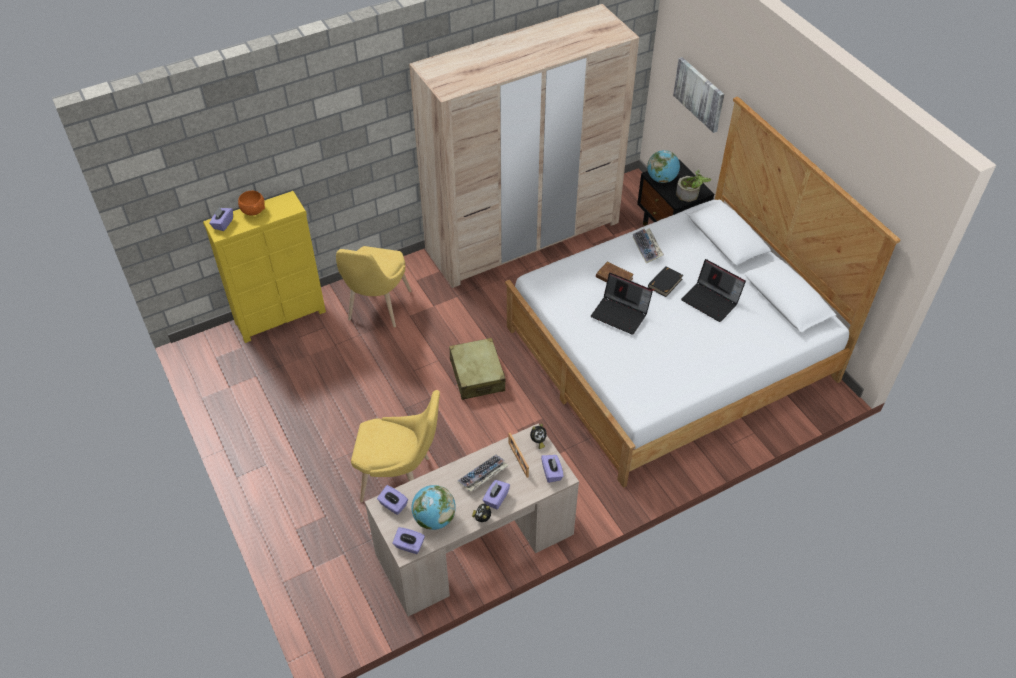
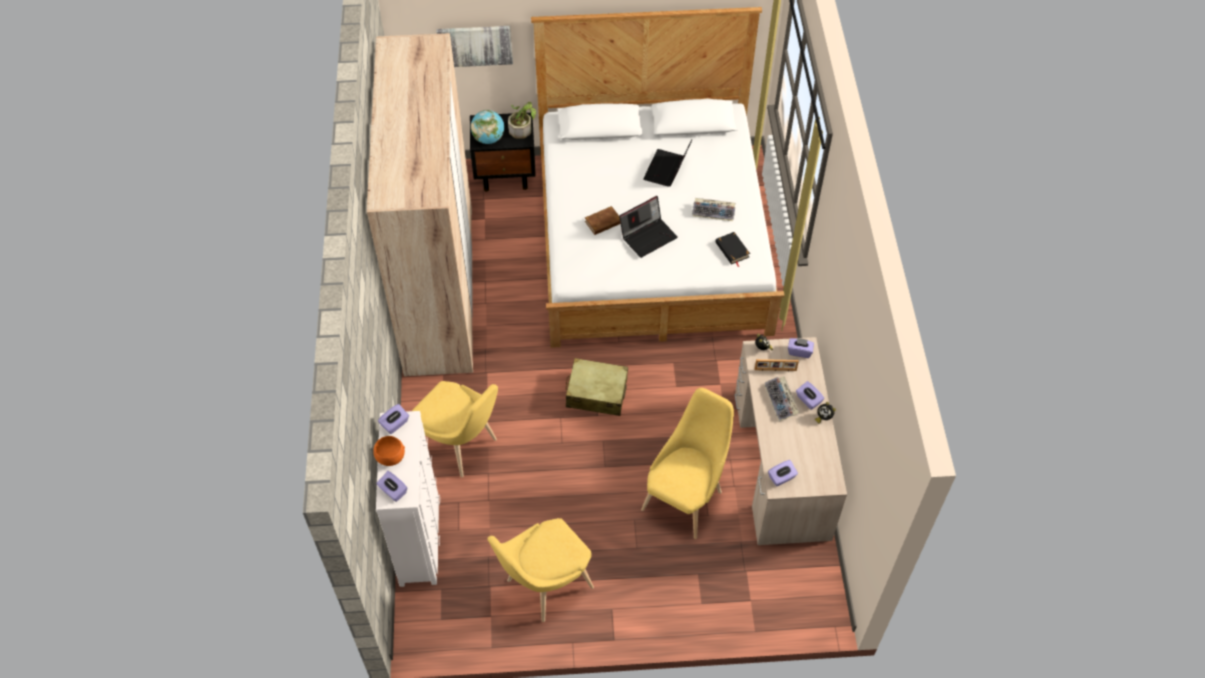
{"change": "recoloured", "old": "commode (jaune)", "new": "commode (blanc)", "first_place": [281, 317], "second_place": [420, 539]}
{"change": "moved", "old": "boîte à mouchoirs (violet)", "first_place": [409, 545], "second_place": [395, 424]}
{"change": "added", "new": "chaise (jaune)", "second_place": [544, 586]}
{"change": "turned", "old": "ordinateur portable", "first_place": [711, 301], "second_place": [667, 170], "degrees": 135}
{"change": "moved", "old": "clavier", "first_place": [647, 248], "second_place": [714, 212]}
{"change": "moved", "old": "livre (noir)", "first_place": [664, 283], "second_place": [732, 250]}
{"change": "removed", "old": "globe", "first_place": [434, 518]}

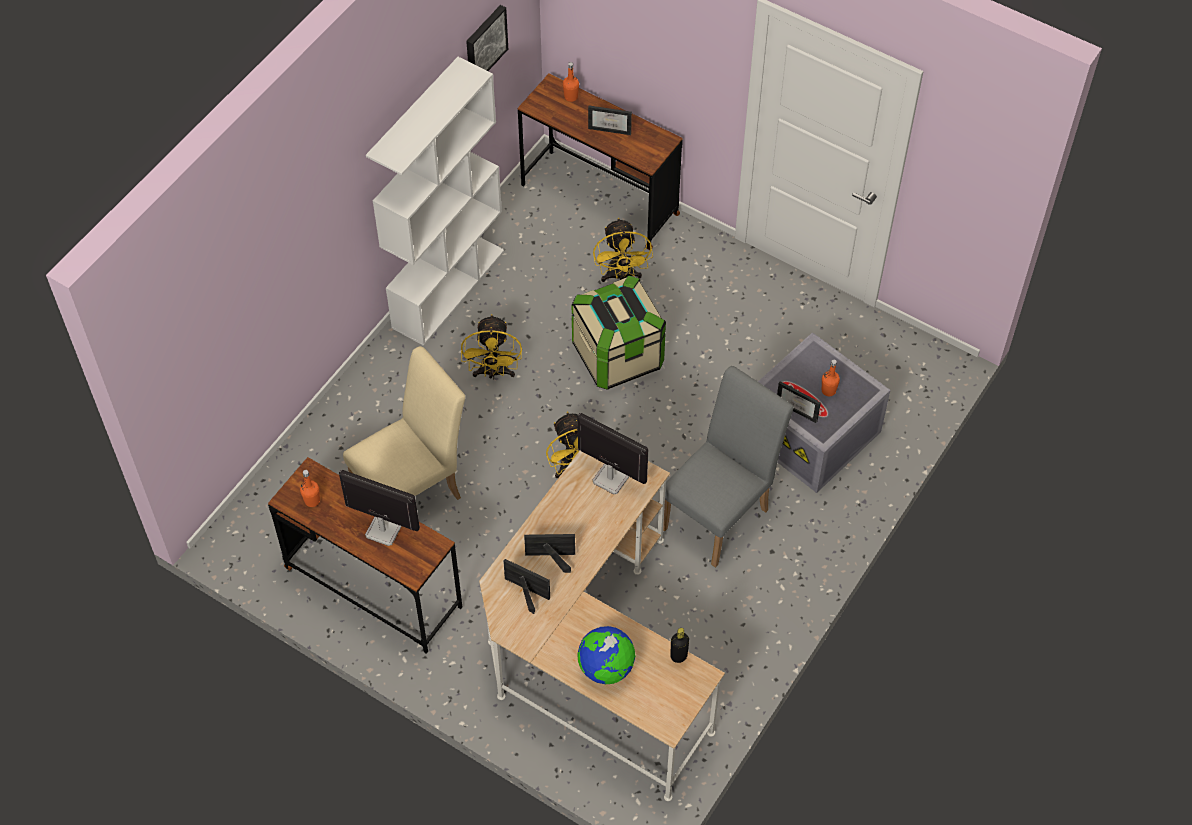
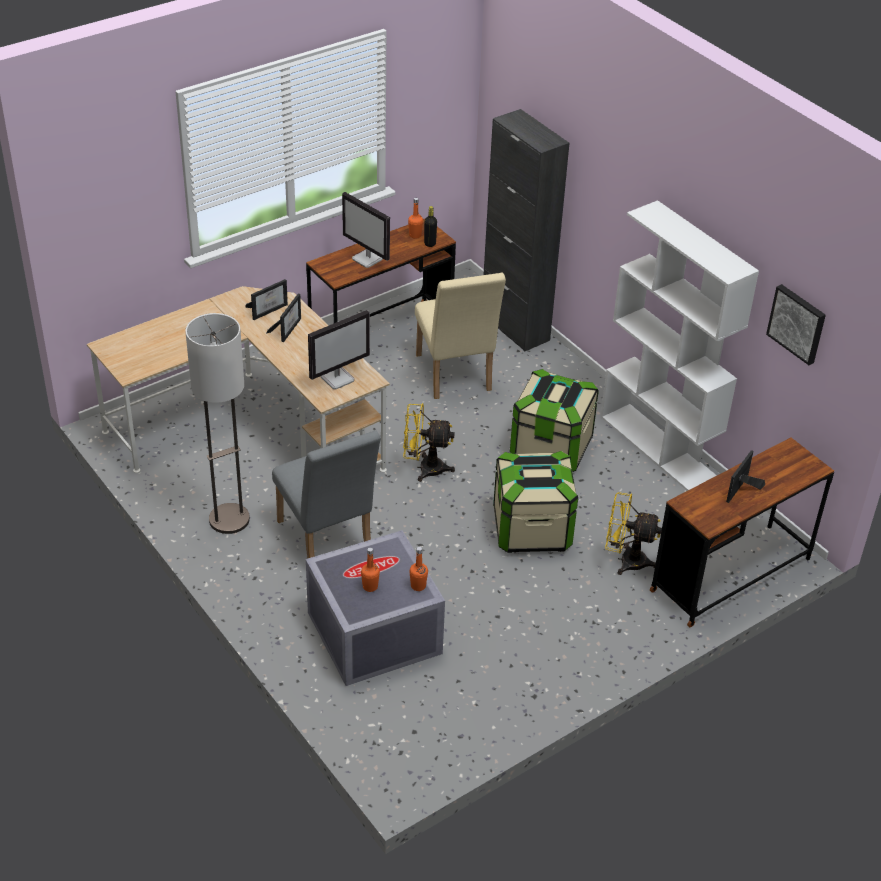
{"change": "added", "new": "lampadaire", "second_place": [229, 520]}
{"change": "turned", "old": "écran d'ordinateur", "first_place": [383, 530], "second_place": [368, 259], "degrees": 90}
{"change": "moved", "old": "bouteille (orange)", "first_place": [571, 97], "second_place": [418, 586]}
{"change": "moved", "old": "bouteille (noir)", "first_place": [678, 656], "second_place": [430, 243]}
{"change": "added", "new": "meuble de rangement (noir)", "second_place": [515, 327]}
{"change": "replaced", "old": "ventilateur (jaune)", "new": "boîte de rangement", "first_place": [493, 373], "second_place": [551, 449]}
{"change": "removed", "old": "globe", "first_place": [606, 668]}
{"change": "removed", "old": "cadre photo", "first_place": [799, 408]}

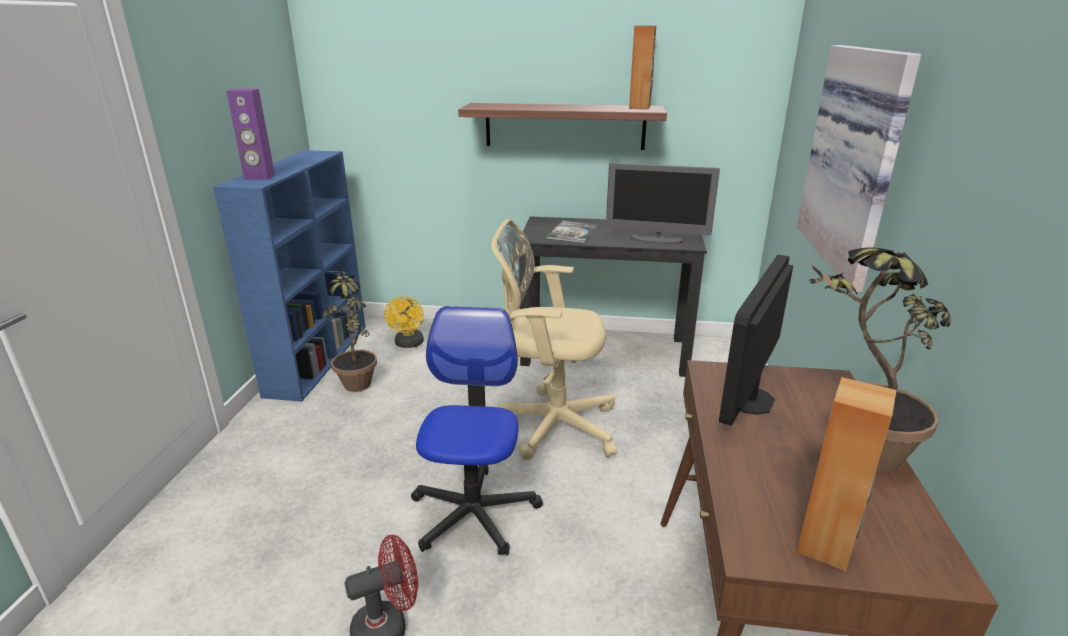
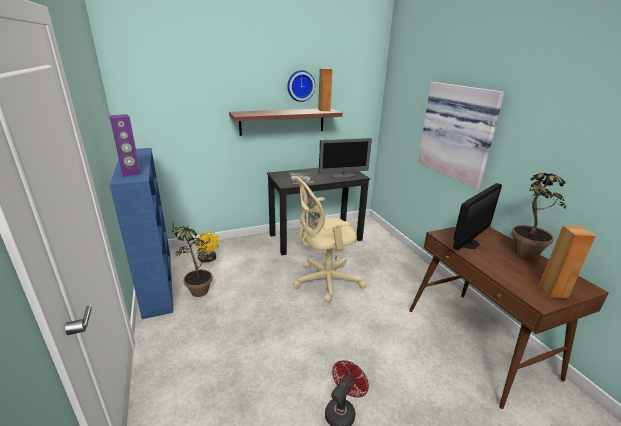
{"change": "added", "new": "horloge murale", "second_place": [300, 86]}
{"change": "turned", "old": "écran d'ordinateur", "first_place": [750, 400], "second_place": [468, 243], "degrees": -135}
{"change": "removed", "old": "chaise de bureau", "first_place": [474, 513]}

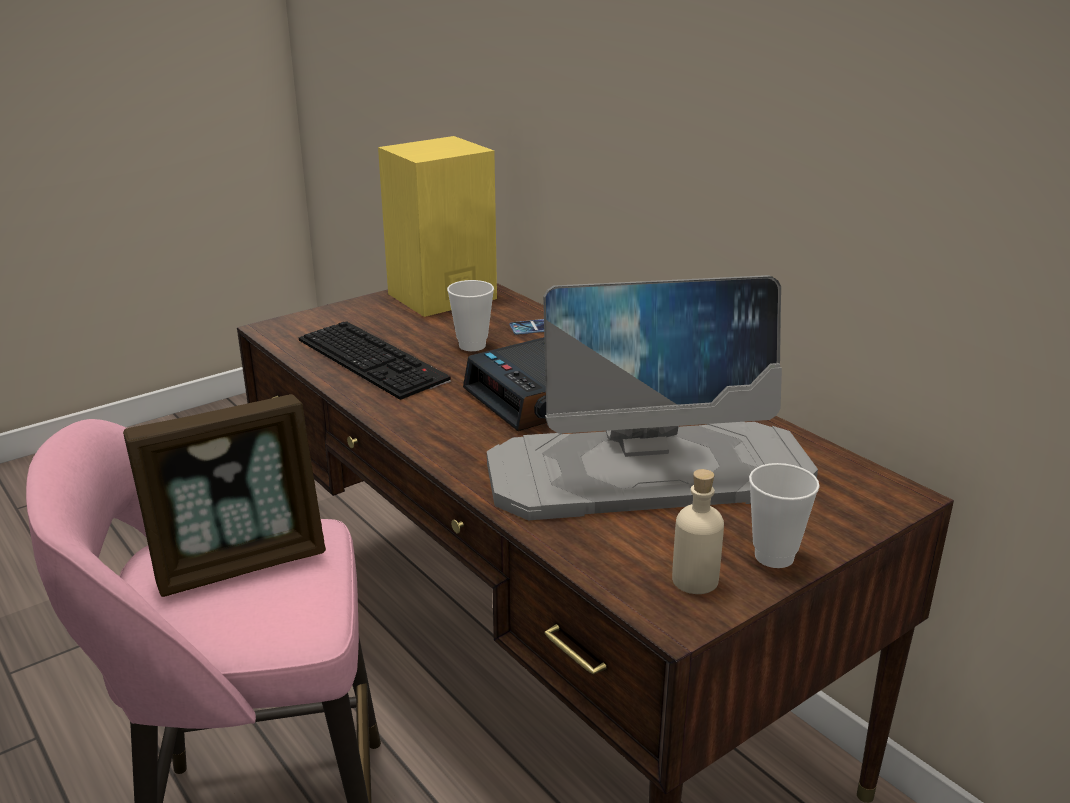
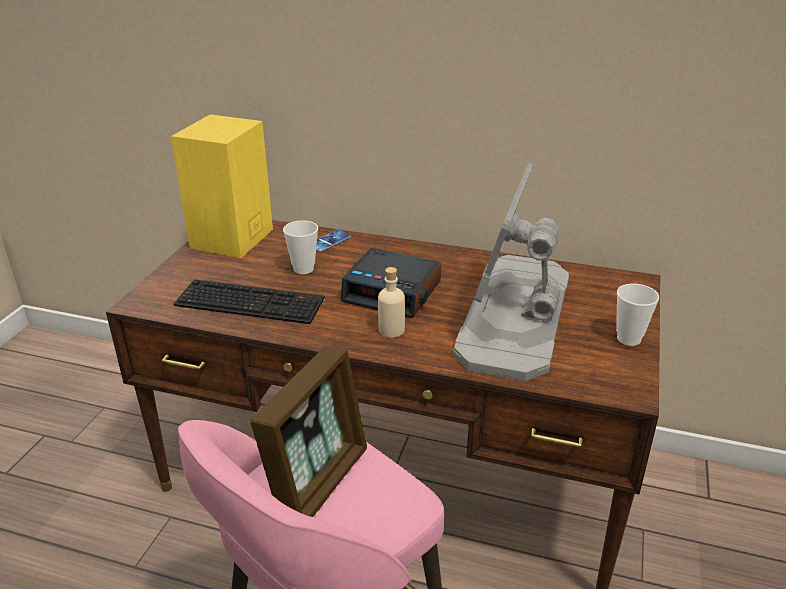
{"change": "moved", "old": "bouteille (beige)", "first_place": [695, 580], "second_place": [391, 330]}
{"change": "turned", "old": "écran d'ordinateur", "first_place": [651, 472], "second_place": [515, 315], "degrees": 150}

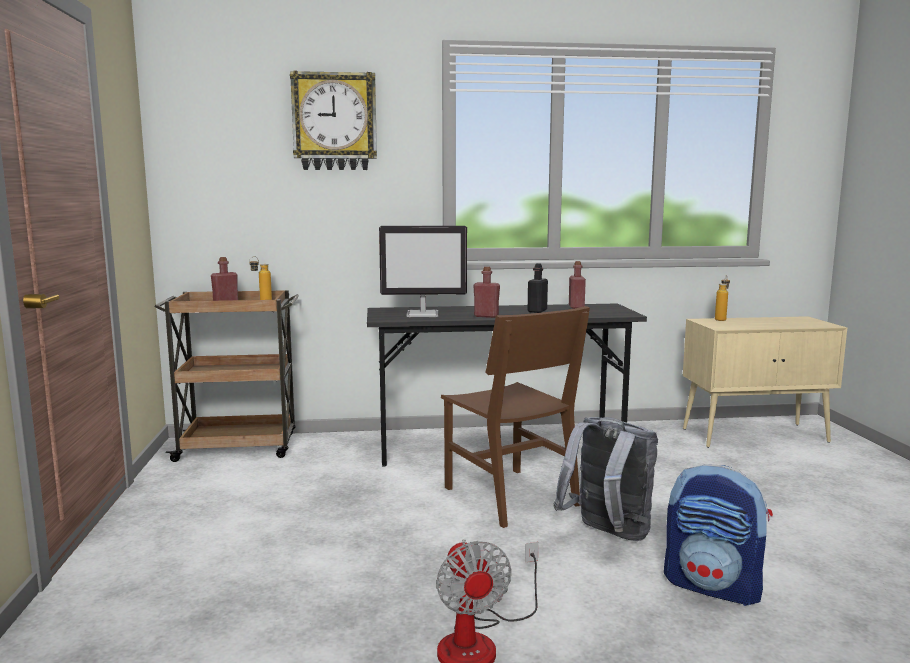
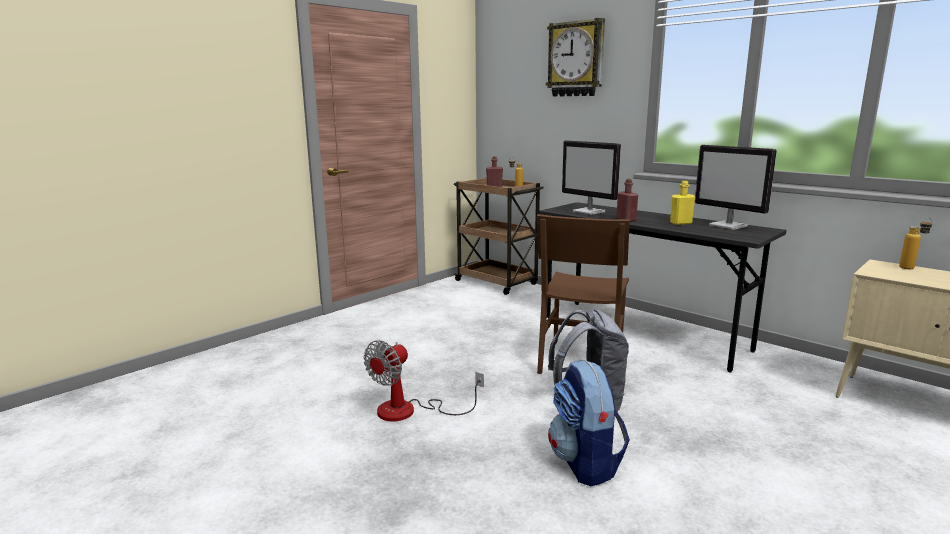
{"change": "recoloured", "old": "bouteille (noir)", "new": "bouteille (jaune)", "first_place": [537, 311], "second_place": [681, 223]}
{"change": "replaced", "old": "bouteille (rouge)", "new": "écran d'ordinateur", "first_place": [576, 307], "second_place": [729, 226]}

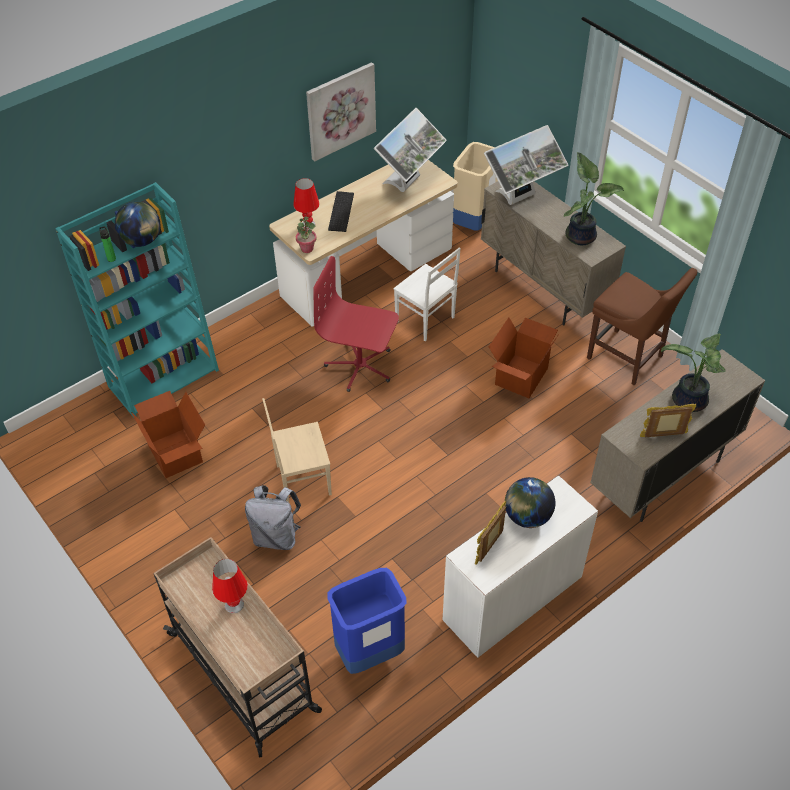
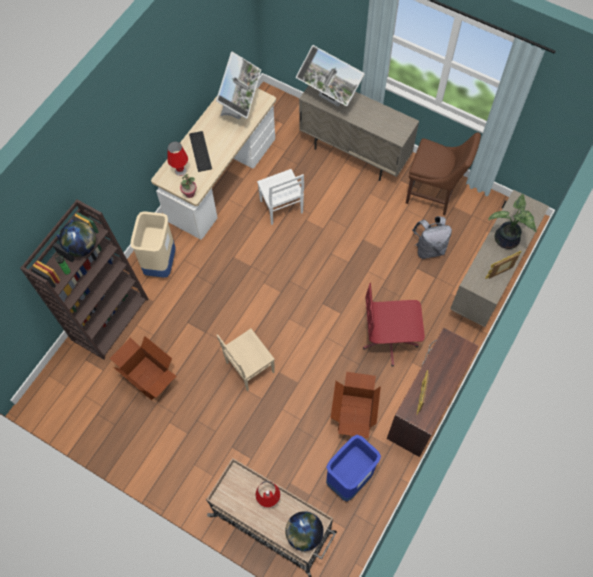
{"change": "recoloured", "old": "bibliothèque (turquoise)", "new": "bibliothèque (marron)", "first_place": [164, 377], "second_place": [110, 318]}
{"change": "moved", "old": "poubelle (beige)", "first_place": [473, 222], "second_place": [160, 264]}
{"change": "turned", "old": "chaise (blanc)", "first_place": [425, 320], "second_place": [281, 208], "degrees": 45}
{"change": "moved", "old": "globe", "first_place": [527, 516], "second_place": [304, 534]}
{"change": "turned", "old": "écran d'ordinateur", "first_place": [521, 198], "second_place": [329, 100], "degrees": 90}
{"change": "moved", "old": "carton", "first_place": [520, 376], "second_place": [354, 414]}
{"change": "moved", "old": "chaise de bureau (rouge)", "first_place": [360, 366], "second_place": [390, 340]}
{"change": "recoloured", "old": "bureau (blanc)", "new": "bureau (marron)", "first_place": [511, 597], "second_place": [424, 406]}
{"change": "moved", "old": "sac à dos (gris)", "first_place": [276, 536], "second_place": [429, 248]}
{"change": "removed", "old": "tableau", "first_place": [340, 111]}
{"change": "removed", "old": "plante en pot", "first_place": [581, 235]}

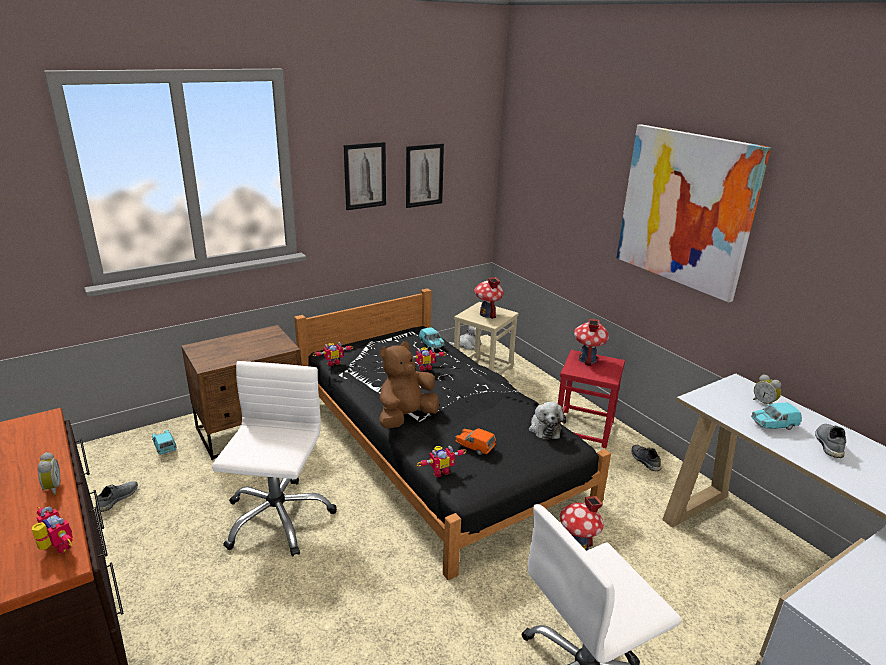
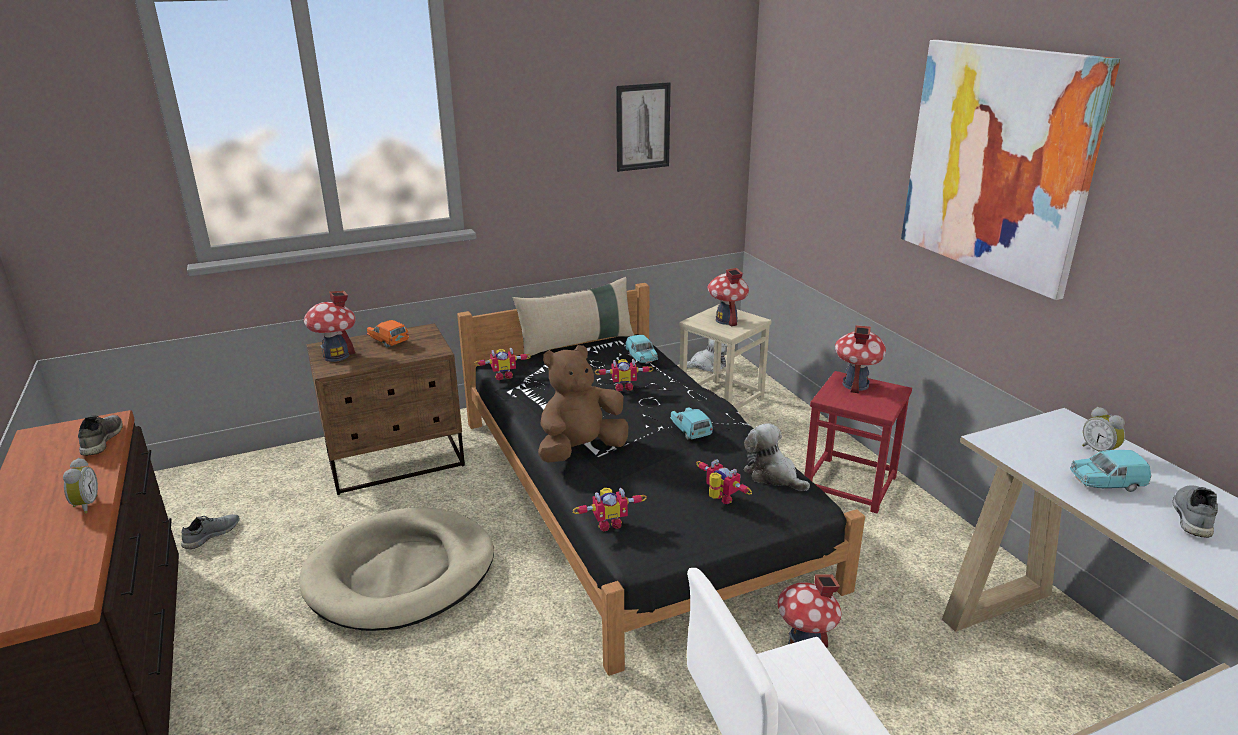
{"change": "moved", "old": "chaussure (gris)", "first_place": [644, 461], "second_place": [101, 441]}
{"change": "replaced", "old": "chaise de bureau (blanc)", "new": "panier pour chien (beige)", "first_place": [277, 518], "second_place": [401, 574]}
{"change": "added", "new": "maison miniature", "second_place": [336, 356]}
{"change": "moved", "old": "petite voiture (orange)", "first_place": [475, 447], "second_place": [388, 341]}
{"change": "added", "new": "coussin (beige)", "second_place": [577, 343]}
{"change": "moved", "old": "petite voiture (turquoise)", "first_place": [165, 447], "second_place": [690, 431]}
{"change": "moved", "old": "robot jouet", "first_place": [55, 548], "second_place": [719, 500]}
{"change": "turned", "old": "peluche", "first_place": [544, 428], "second_place": [772, 475], "degrees": 135}
{"change": "removed", "old": "tableau", "first_place": [365, 176]}

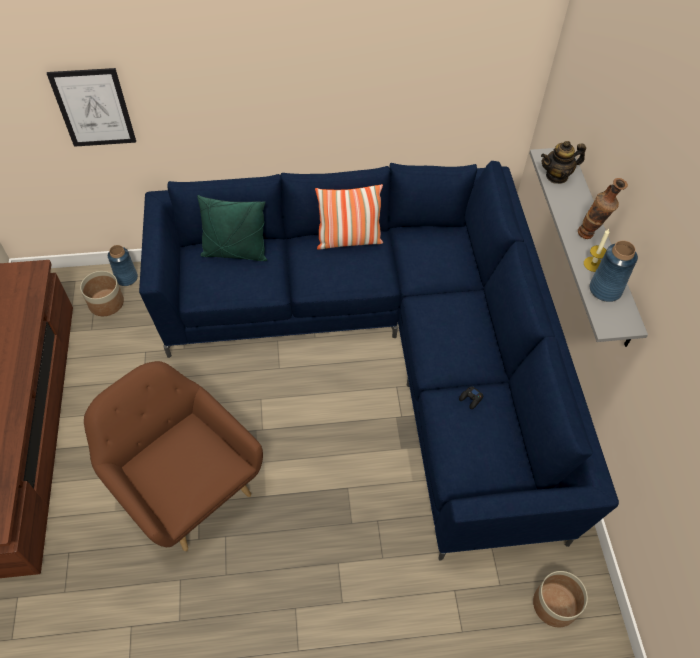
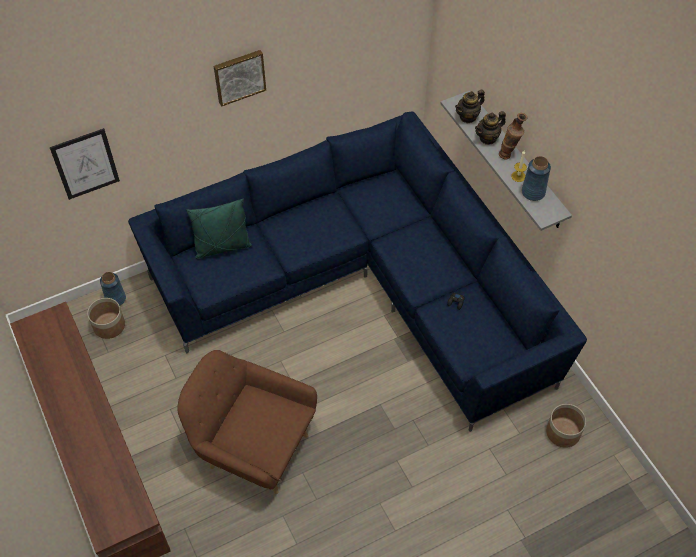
{"change": "added", "new": "tableau", "second_place": [239, 76]}
{"change": "added", "new": "théière", "second_place": [488, 138]}
{"change": "removed", "old": "coussin", "first_place": [349, 240]}

